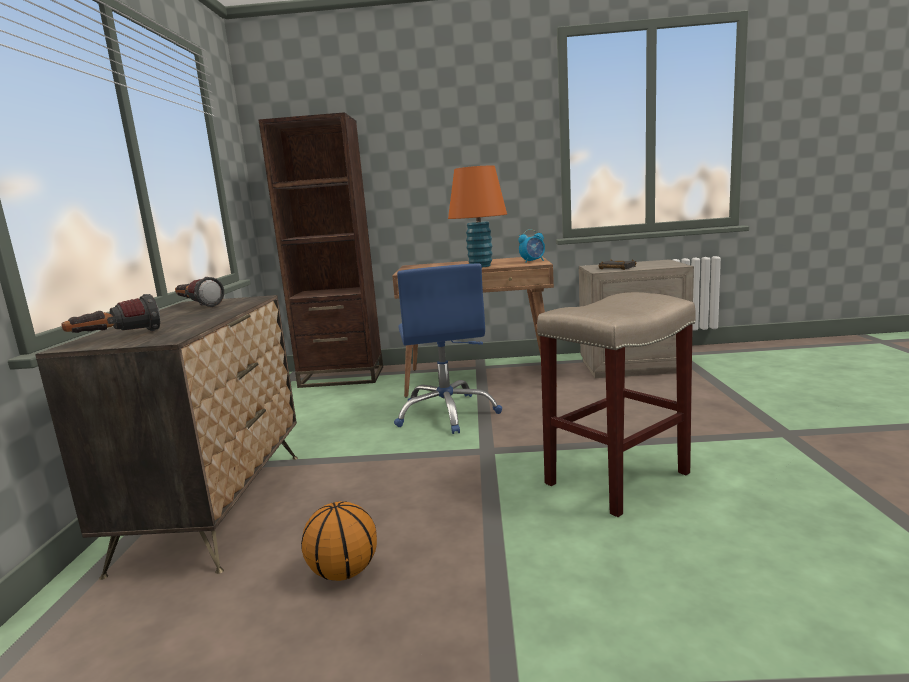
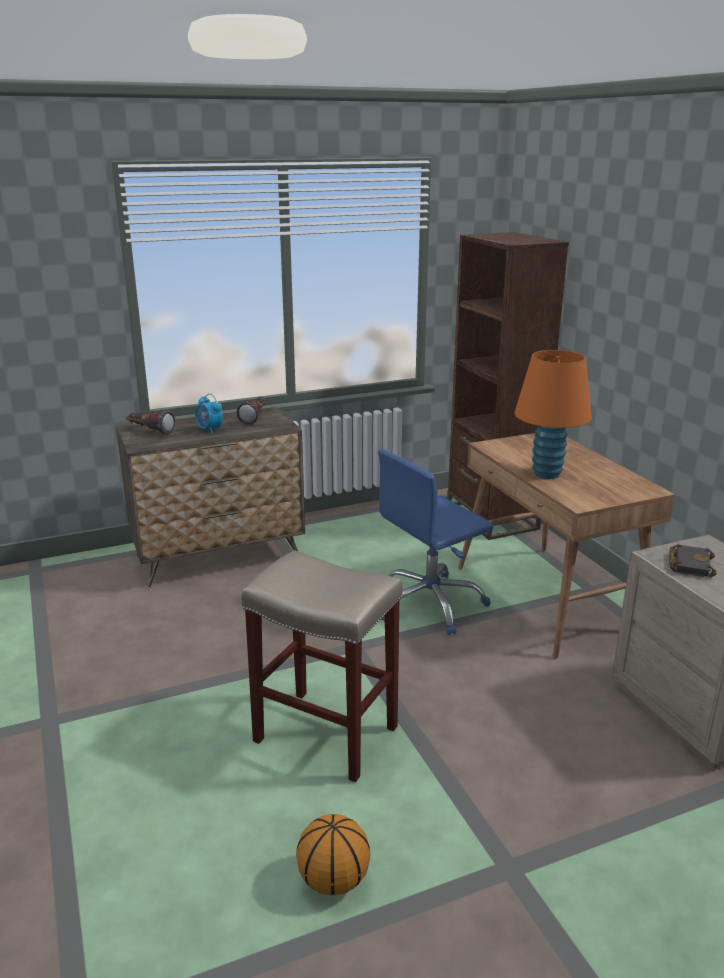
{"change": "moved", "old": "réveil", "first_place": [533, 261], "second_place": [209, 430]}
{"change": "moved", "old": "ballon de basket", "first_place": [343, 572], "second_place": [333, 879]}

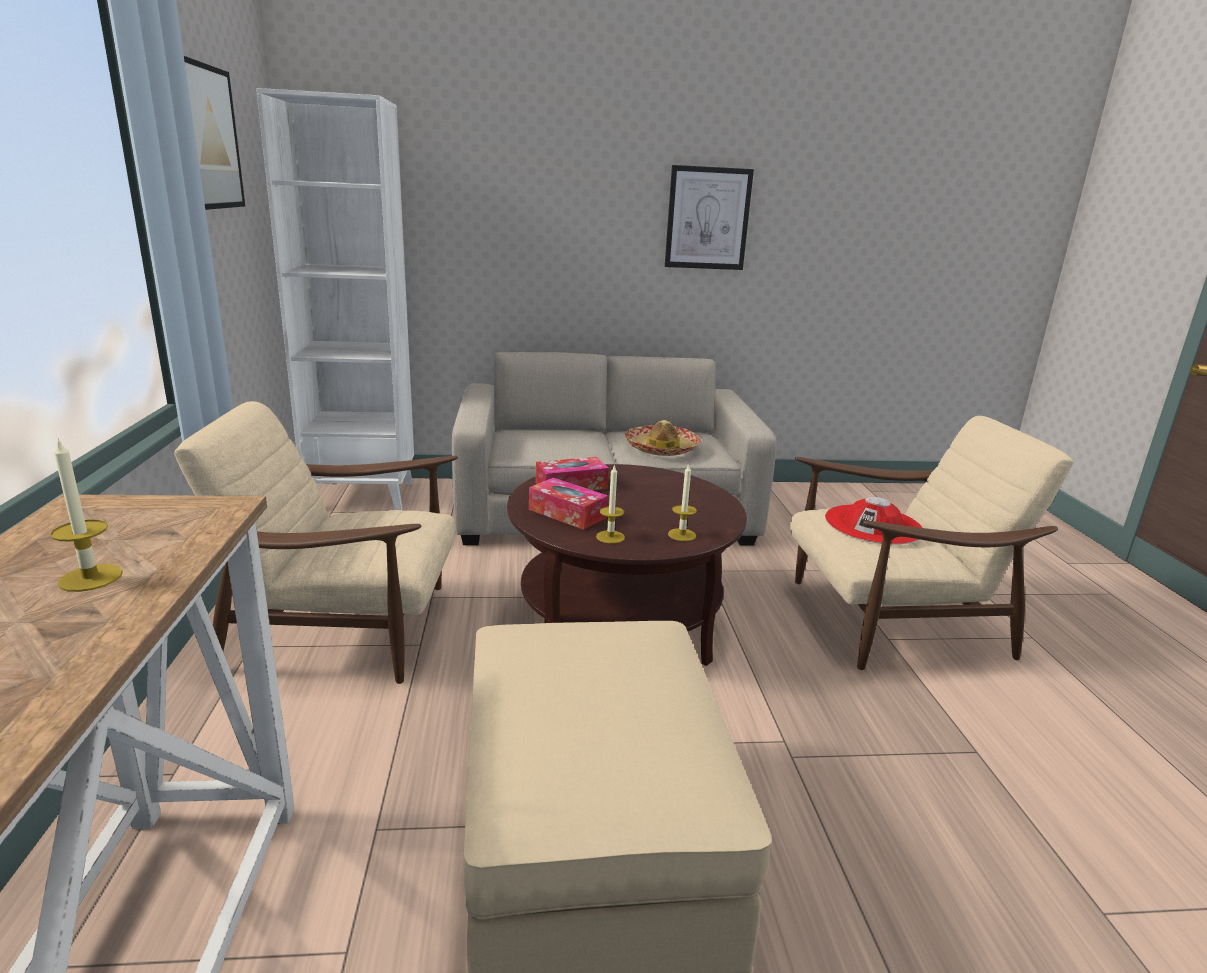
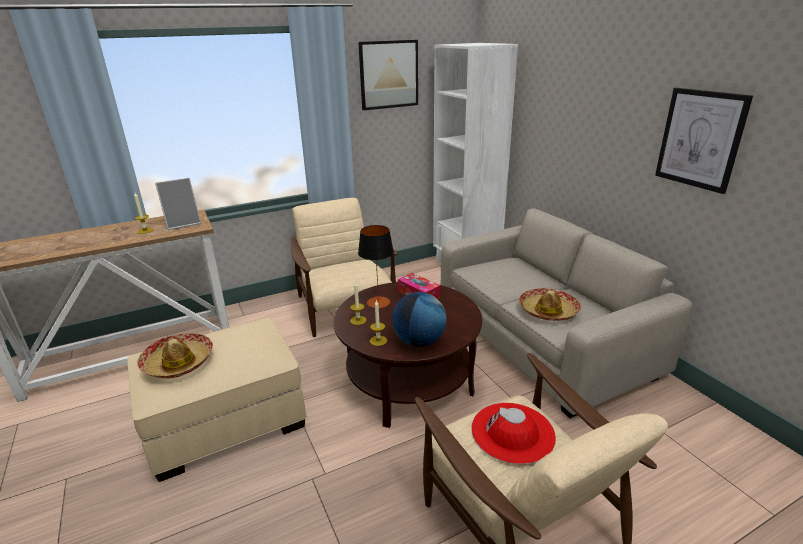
{"change": "added", "new": "chapeau", "second_place": [178, 362]}
{"change": "added", "new": "cadre photo", "second_place": [183, 223]}
{"change": "replaced", "old": "boîte à mouchoirs", "new": "lampe de table", "first_place": [567, 513], "second_place": [378, 302]}
{"change": "added", "new": "globe", "second_place": [419, 341]}

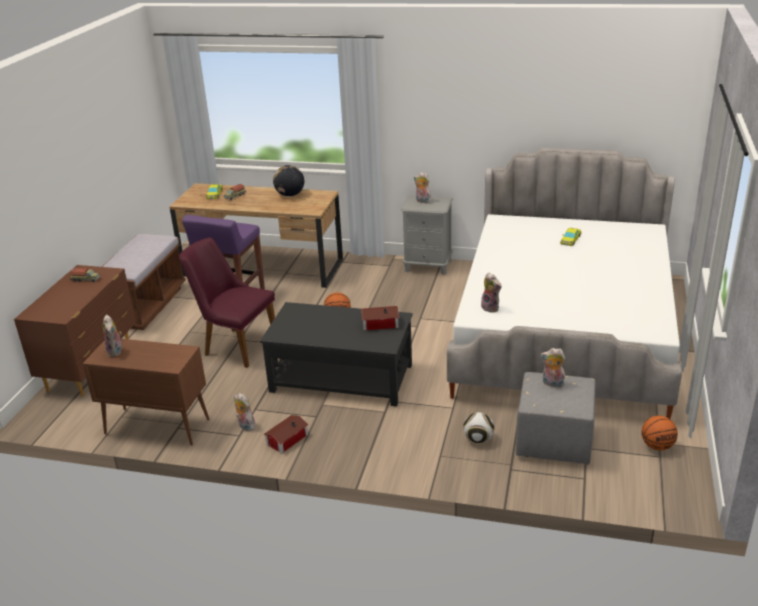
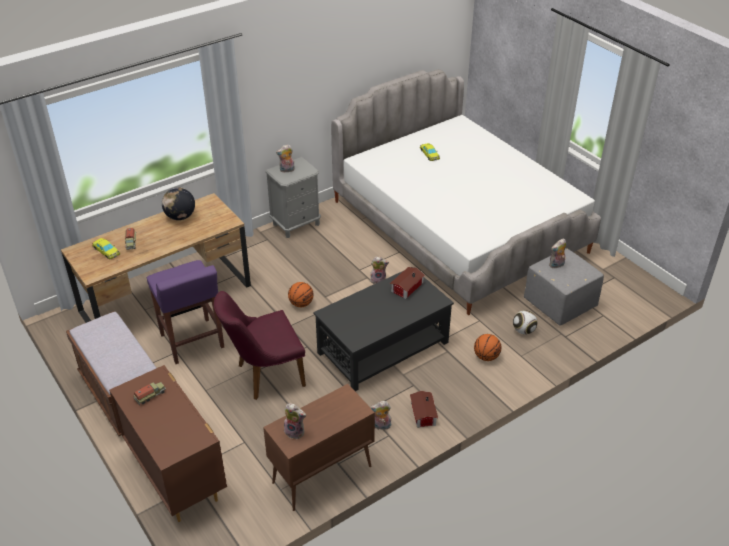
{"change": "moved", "old": "peluche", "first_place": [491, 308], "second_place": [378, 279]}
{"change": "moved", "old": "ballon de basket", "first_place": [657, 446], "second_place": [486, 357]}

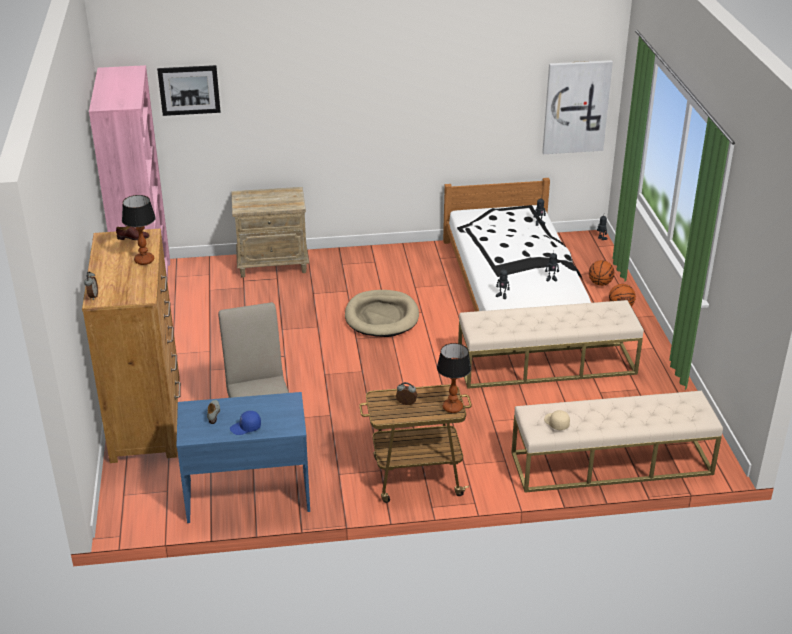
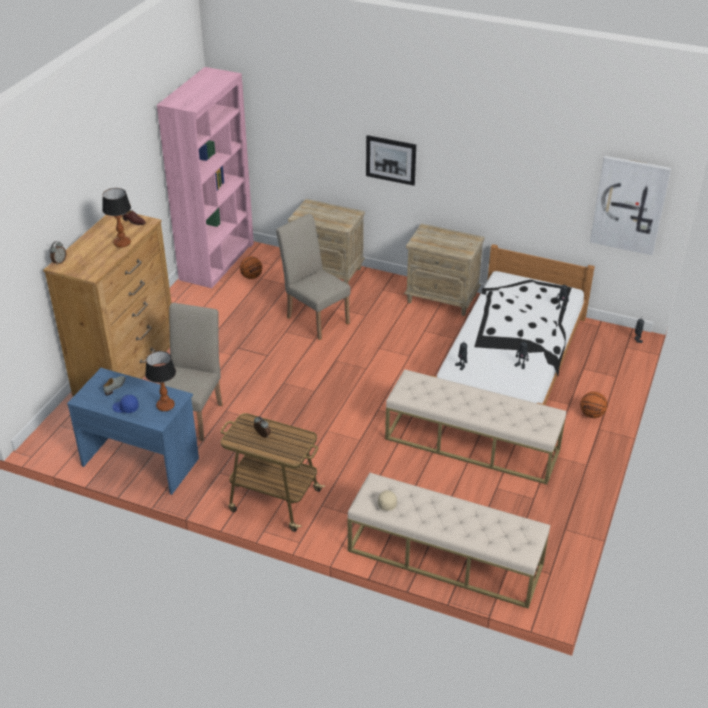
{"change": "moved", "old": "lampe de table", "first_place": [452, 408], "second_place": [165, 406]}
{"change": "moved", "old": "ballon de basket", "first_place": [600, 283], "second_place": [251, 277]}
{"change": "added", "new": "chaise (beige)", "second_place": [315, 317]}
{"change": "moved", "old": "tableau", "first_place": [189, 90], "second_place": [391, 160]}
{"change": "added", "new": "table de chevet (beige)", "second_place": [442, 298]}
{"change": "removed", "old": "panier pour chien (beige)", "first_place": [382, 317]}

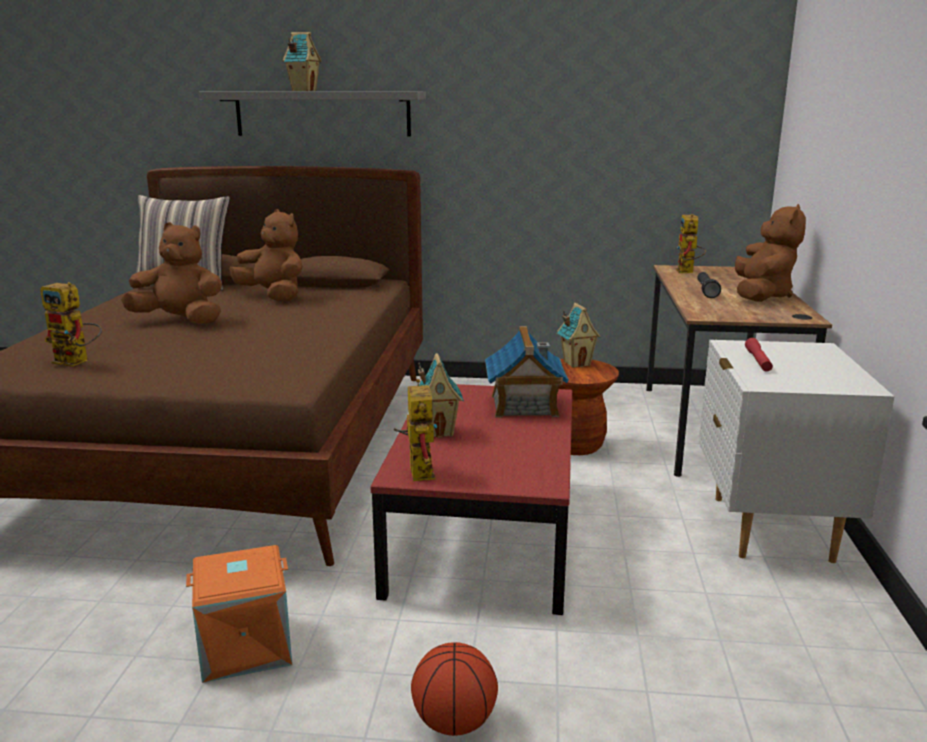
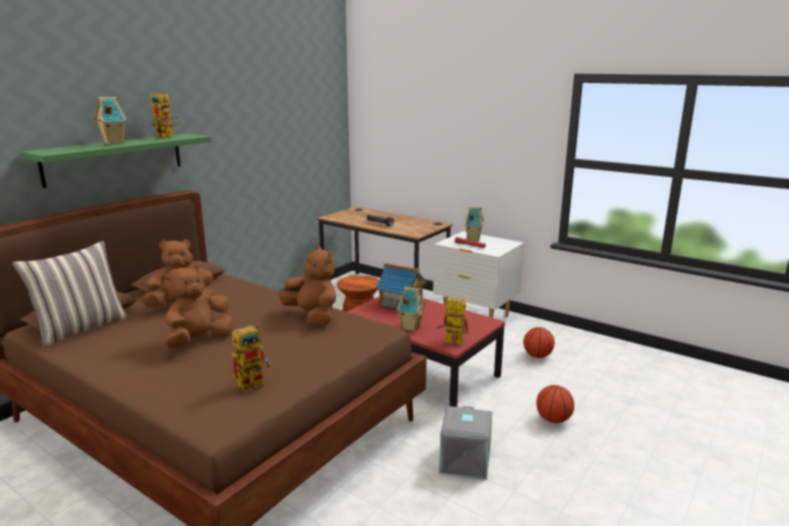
{"change": "recoloured", "old": "étagère (gris)", "new": "étagère (vert)", "first_place": [322, 114], "second_place": [115, 158]}
{"change": "moved", "old": "robot jouet", "first_place": [687, 272], "second_place": [168, 137]}
{"change": "moved", "old": "peluche (marron)", "first_place": [761, 295], "second_place": [313, 317]}
{"change": "recoloured", "old": "boîte de rangement (orange)", "new": "boîte de rangement (gris)", "first_place": [244, 648], "second_place": [466, 461]}
{"change": "moved", "old": "maison miniature", "first_place": [577, 363], "second_place": [473, 239]}
{"change": "added", "new": "ballon de basket", "second_place": [537, 356]}

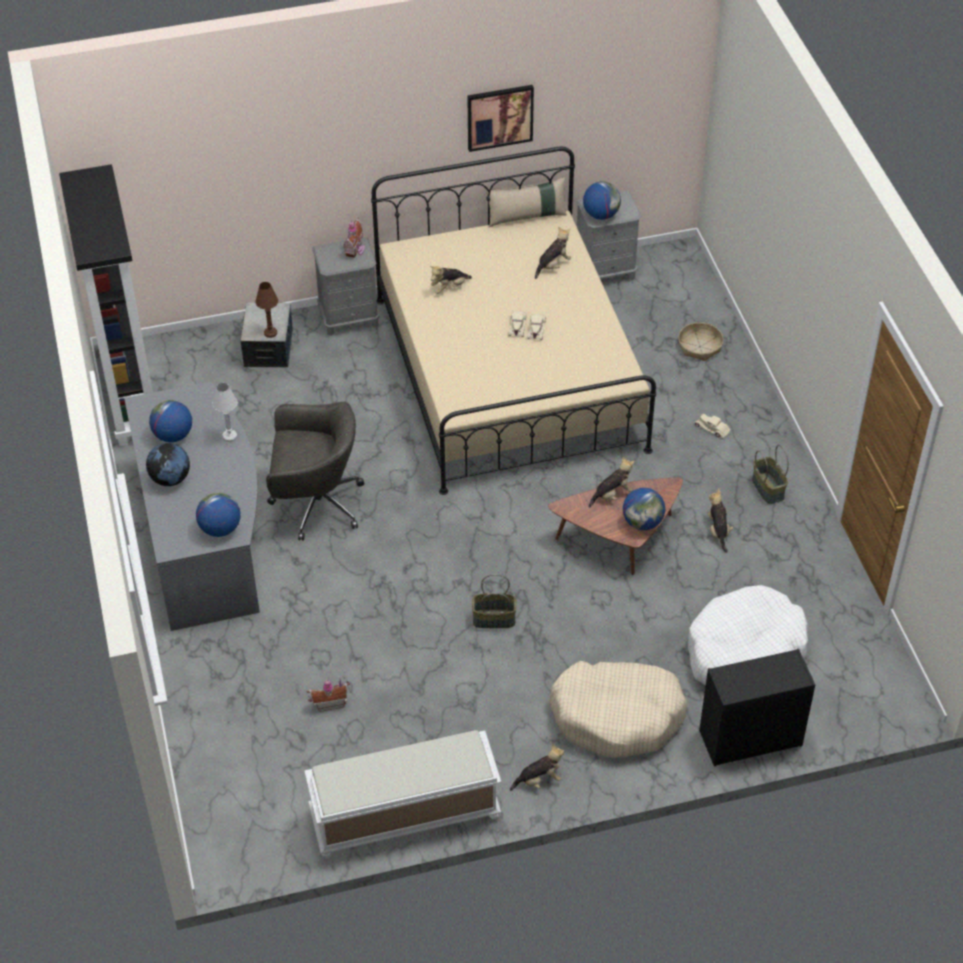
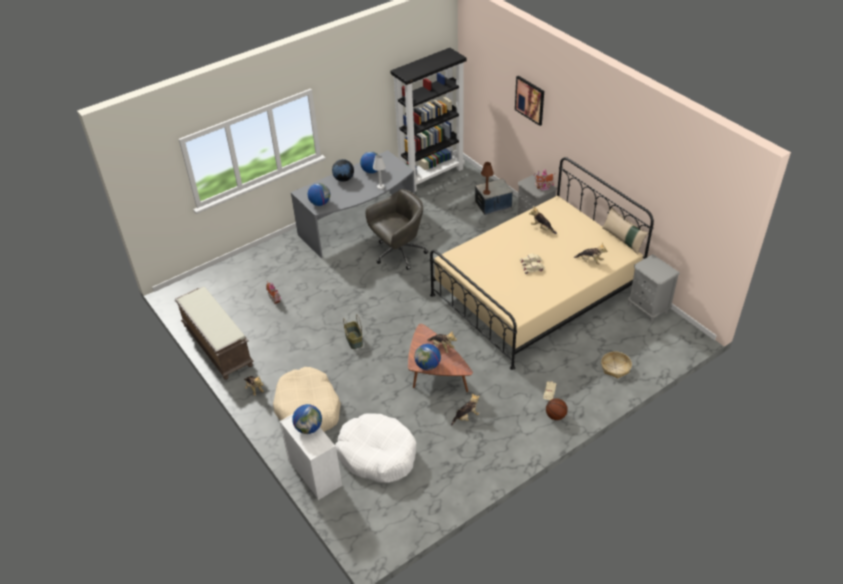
{"change": "recoloured", "old": "banc (blanc)", "new": "banc (marron)", "first_place": [404, 816], "second_place": [216, 345]}
{"change": "recoloured", "old": "commode (noir)", "new": "commode (blanc)", "first_place": [749, 738], "second_place": [314, 472]}
{"change": "moved", "old": "globe", "first_place": [601, 214], "second_place": [309, 428]}
{"change": "turned", "old": "chaise de bureau (gris)", "first_place": [315, 504], "second_place": [398, 253], "degrees": -105}
{"change": "moved", "old": "tableau", "first_place": [499, 117], "second_place": [530, 100]}
{"change": "added", "new": "ballon de basket", "second_place": [556, 416]}
{"change": "removed", "old": "panier", "first_place": [768, 488]}

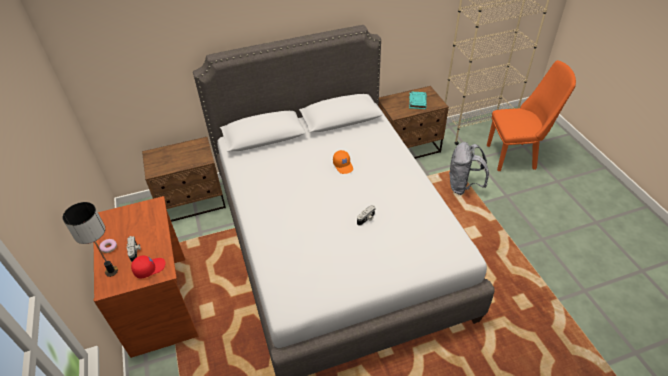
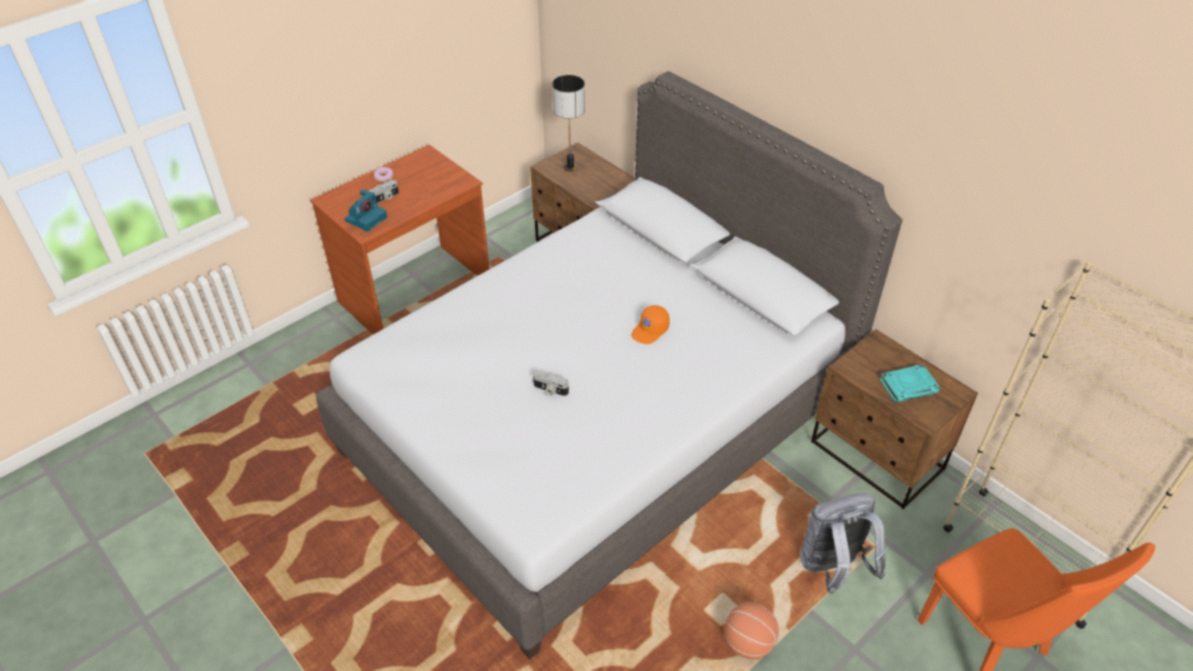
{"change": "replaced", "old": "casquette (rouge)", "new": "appareil photo", "first_place": [149, 268], "second_place": [366, 218]}
{"change": "moved", "old": "lampe de table", "first_place": [111, 271], "second_place": [570, 168]}
{"change": "added", "new": "ballon de basket", "second_place": [747, 643]}

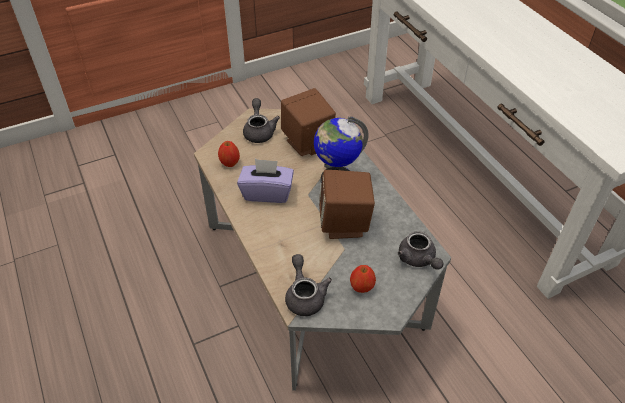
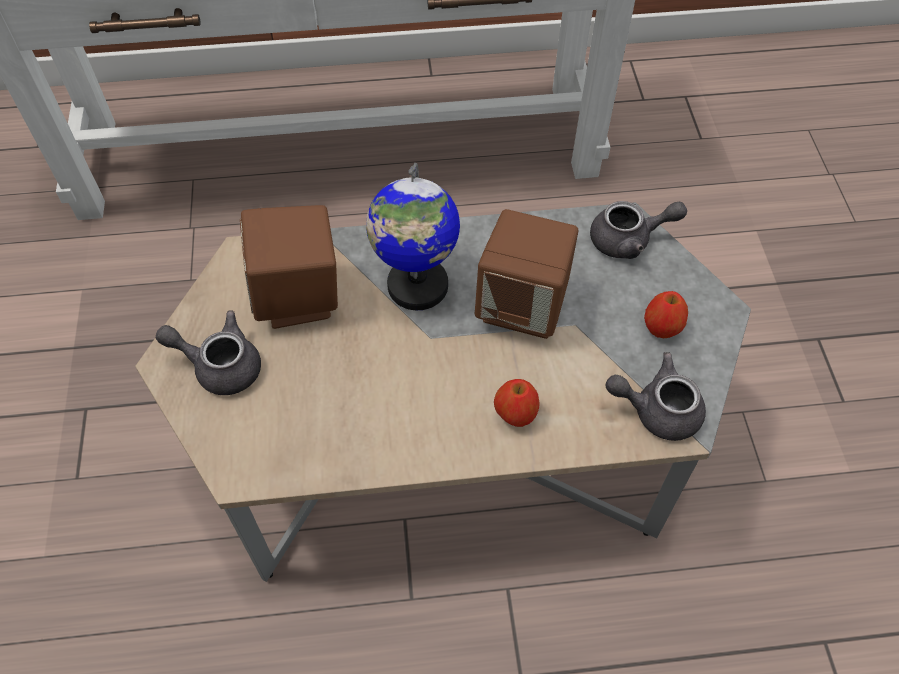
{"change": "moved", "old": "pomme", "first_place": [230, 162], "second_place": [515, 414]}
{"change": "removed", "old": "boîte à mouchoirs (violet)", "first_place": [267, 193]}

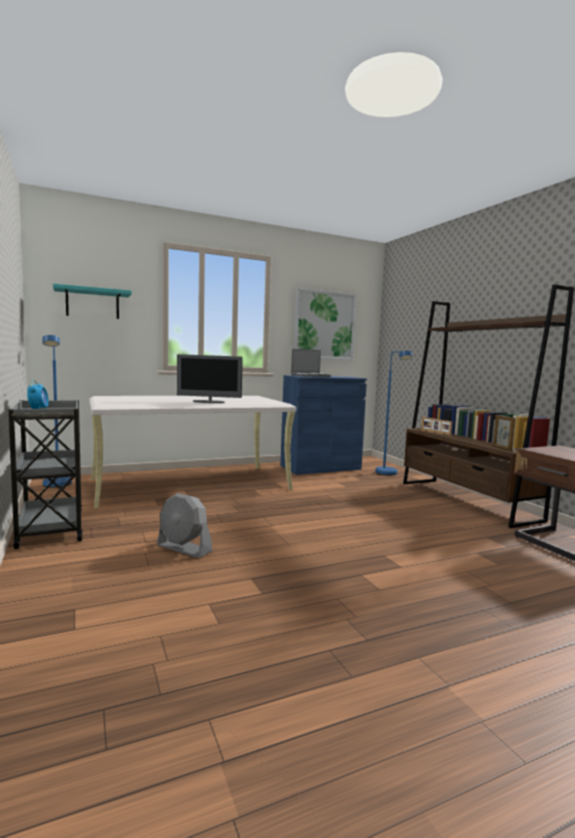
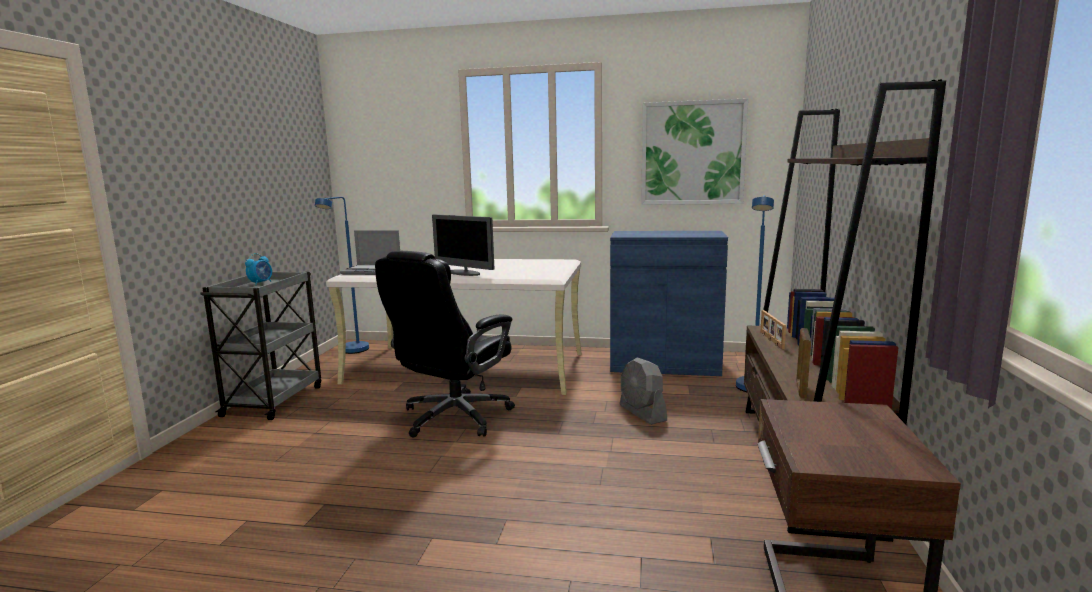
{"change": "moved", "old": "ordinateur portable", "first_place": [310, 376], "second_place": [373, 271]}
{"change": "added", "new": "chaise de bureau (noir)", "second_place": [454, 417]}
{"change": "moved", "old": "ventilateur (gris)", "first_place": [184, 548], "second_place": [642, 413]}
{"change": "removed", "old": "étagère (turquoise)", "first_place": [92, 304]}

